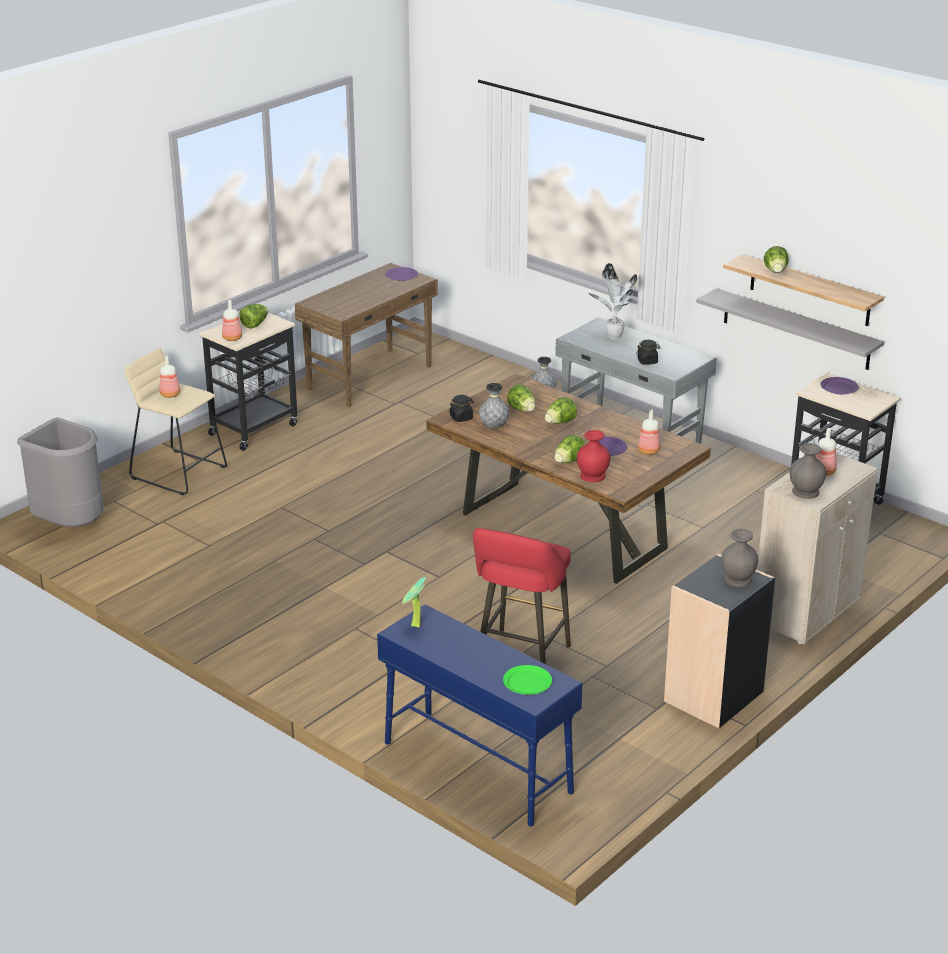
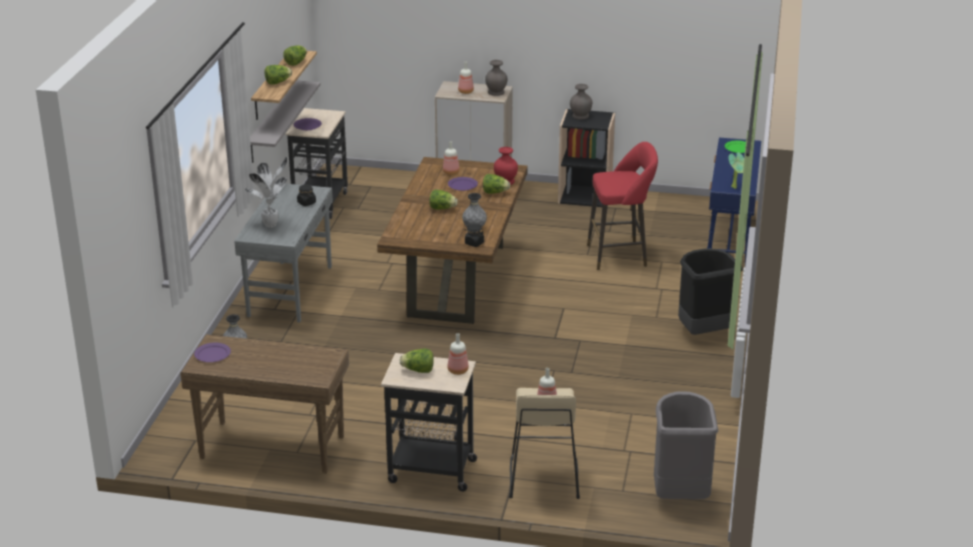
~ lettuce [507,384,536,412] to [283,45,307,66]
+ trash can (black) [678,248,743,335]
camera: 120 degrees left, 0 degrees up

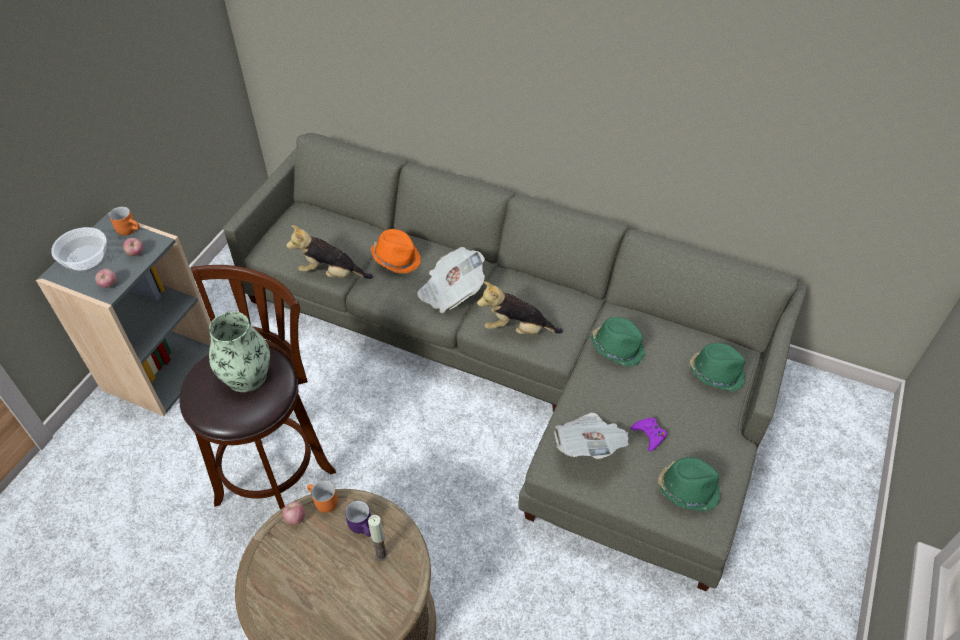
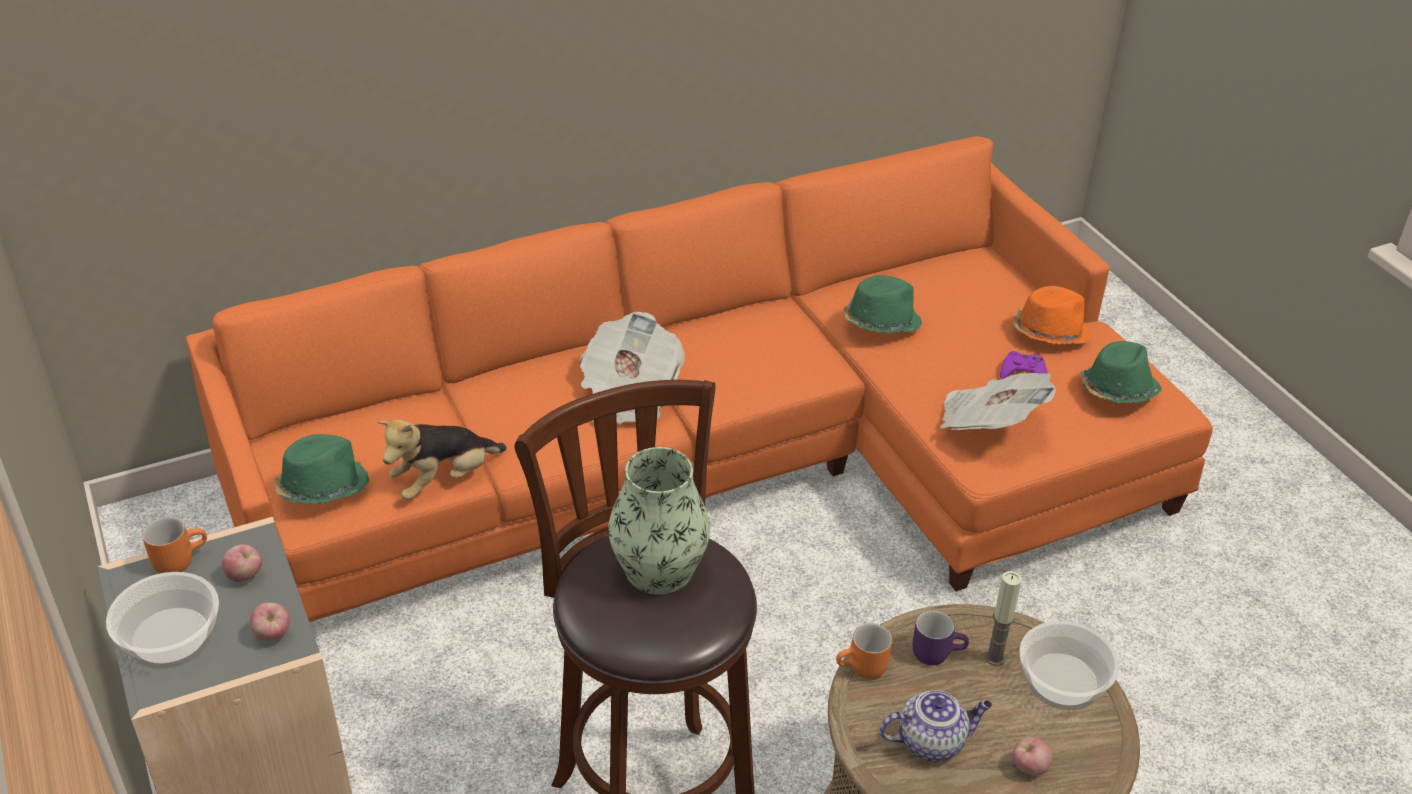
~ sofa (grey) [223,133,807,591] to sofa (orange) [186,136,1213,622]
~ apple [282,502,305,525] to [1013,737,1052,776]
~ hat (orange) [371,229,421,274] to [1013,286,1092,345]
- plush toy [477,281,563,334]
~ hat (green) [689,343,745,391] to [275,434,369,504]
+ teapot [879,690,992,761]
+ bowl [1019,621,1119,710]
camera: 50 degrees left, 10 degrees down

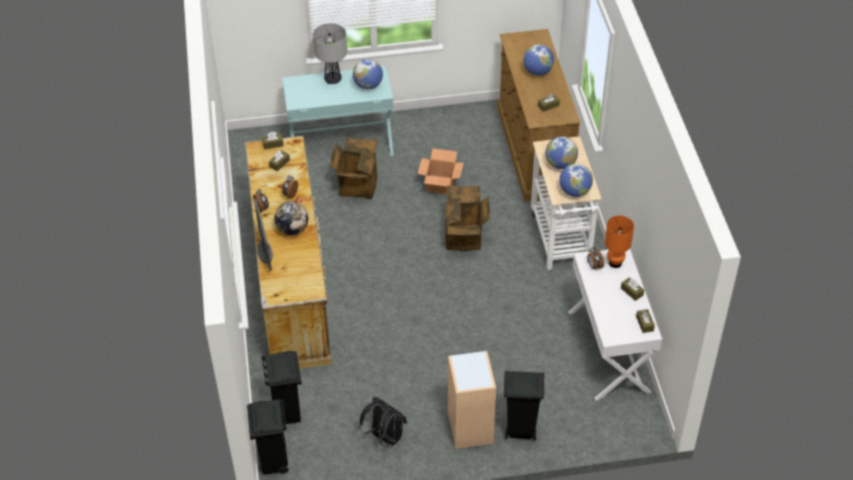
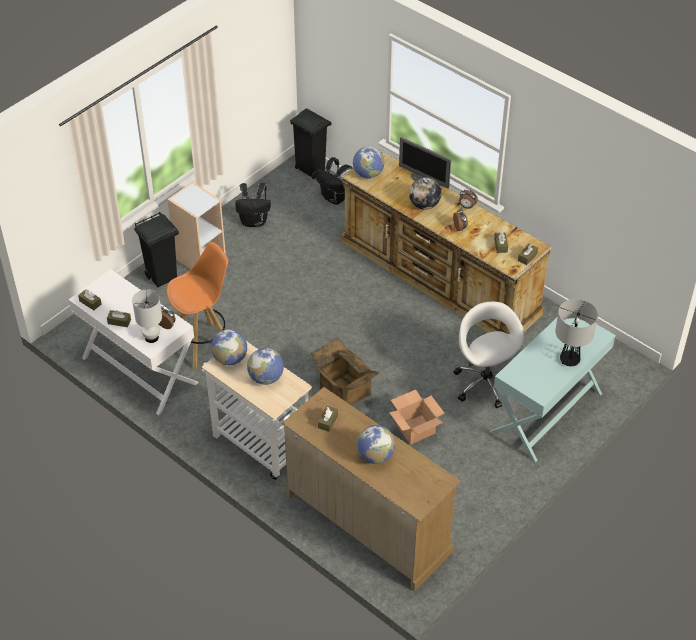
~ trash can (black) [261,351,302,427] to backpack (black) [316,157,353,205]
~ cardboard box [330,137,378,199] to office chair (white) [454,302,524,408]
~ globe [353,59,383,89] to [353,147,384,178]
~ table lamp (orange) [605,216,634,268] to table lamp (white) [132,289,162,343]
+ stool (orange) [167,242,228,370]
camera: 140 degrees right, 0 degrees up

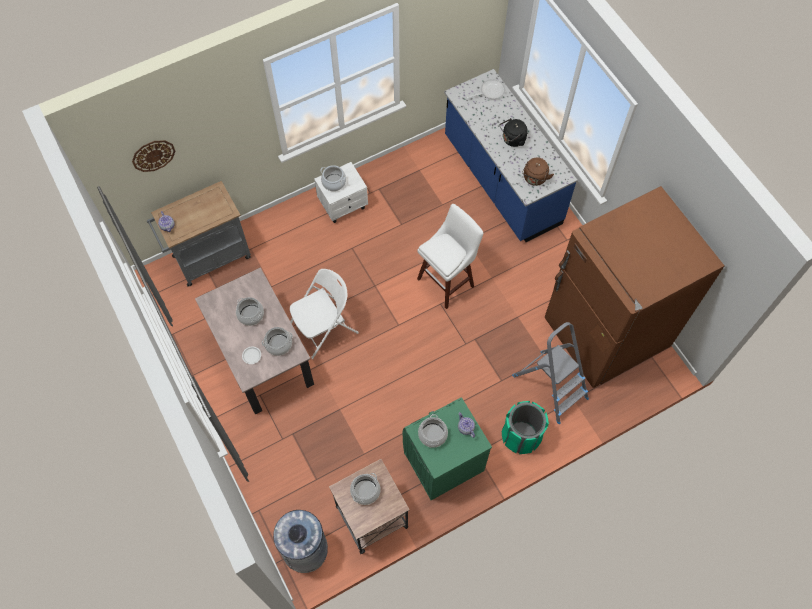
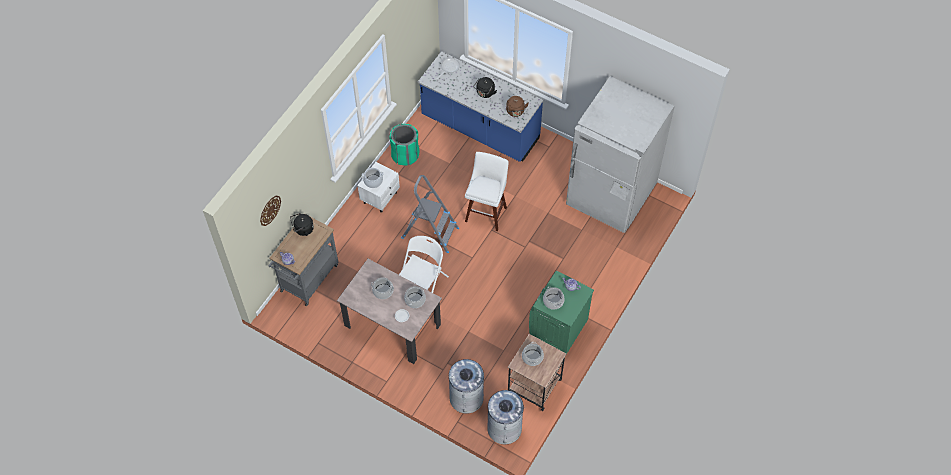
~ trash can (green) [502,401,549,454] to [389,124,419,166]
~ step ladder (grey) [512,322,589,424] to [401,175,459,253]
~ fridge (brown) [545,186,725,388] to fridge (white) [566,76,675,233]
+ kettle (black) [290,213,314,236]
+ trash can (grey) [449,359,484,414]
camera: 30 degrees left, 5 degrees down

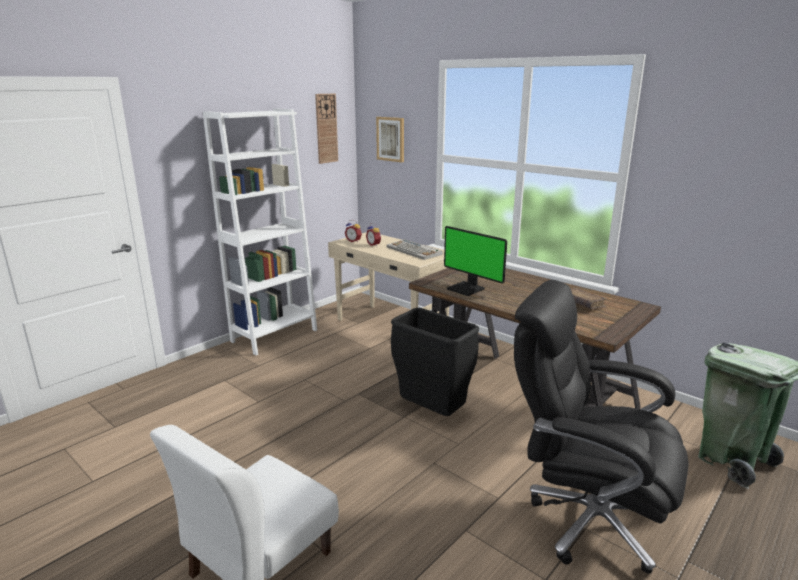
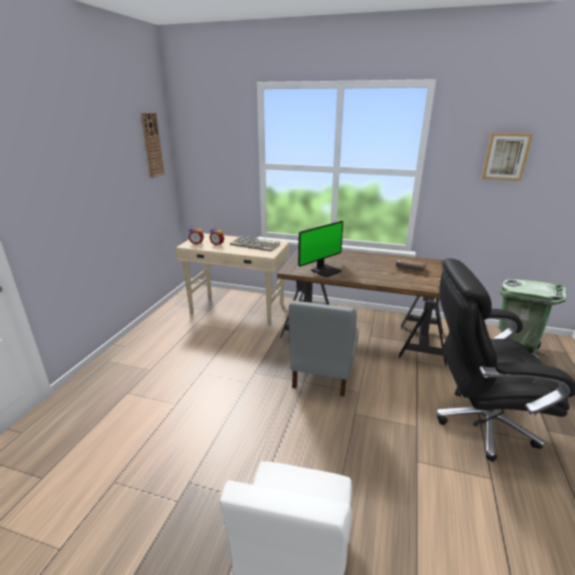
- bookcase (white) [203,108,317,355]
~ picture [376,117,404,162] to [481,133,533,181]
~ trash can (black) [391,308,479,416] to chair (grey) [288,300,358,396]
~ monitor [444,226,507,296] = [298,221,343,277] 60 degrees counterclockwise
camera: 25 degrees left, 5 degrees up

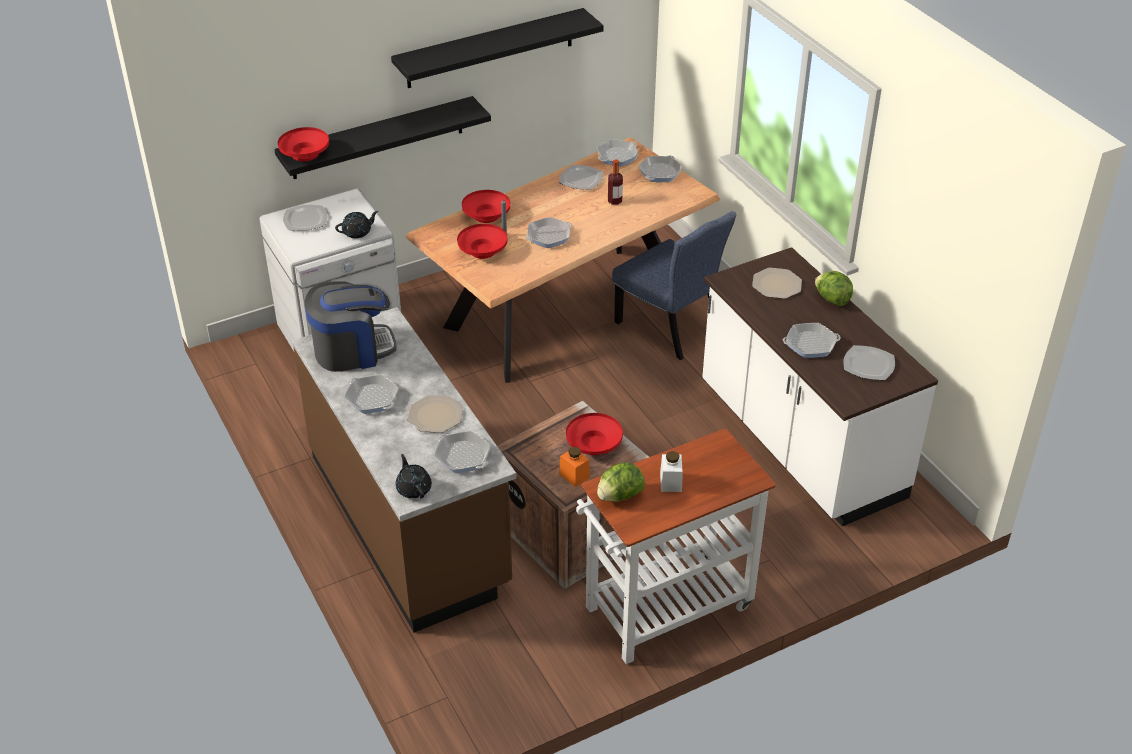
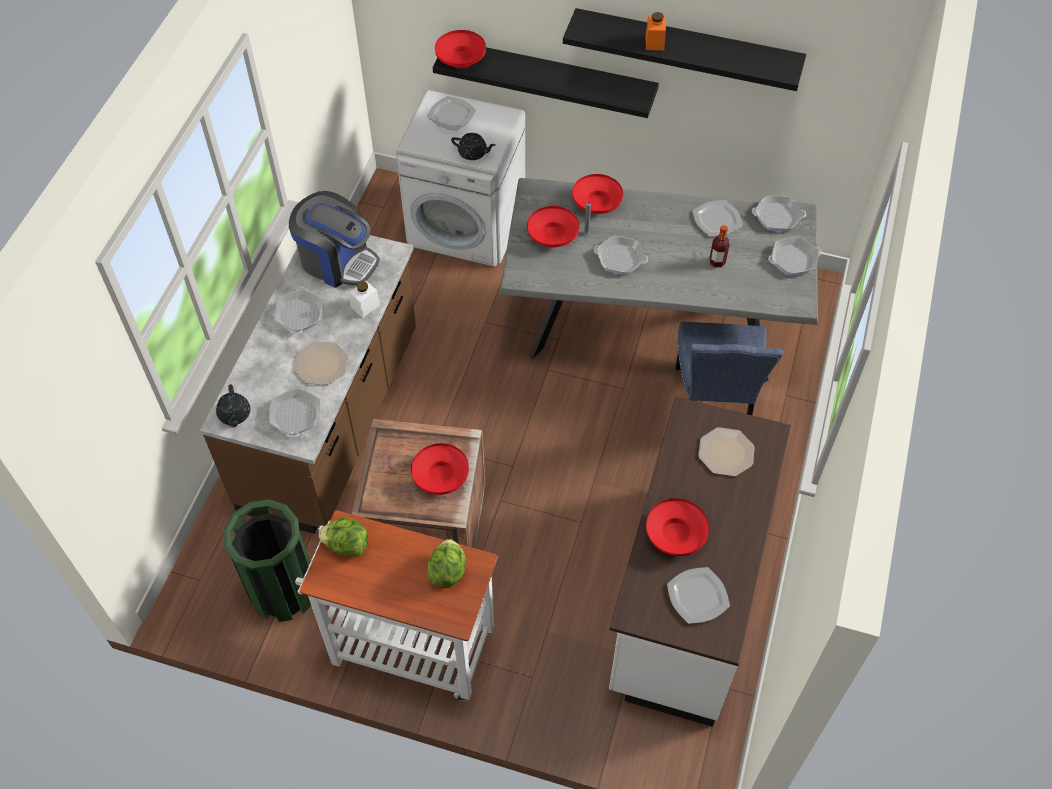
~ teapot (black) [396,454,432,498] = [216,385,250,427] 150 degrees clockwise
~ dining table (brown) [405,137,720,383] to dining table (grey) [499,178,818,382]
~ jar (orange) [559,447,590,487] to [646,12,666,51]
~ jar (white) [660,451,683,492] to [349,281,380,318]
~ frying pan [783,323,841,358] to bowl (red) [646,498,709,556]
~ lettuce [815,271,853,306] to [427,539,467,588]
+ trash can (green) [223,499,311,622]
camera: 45 degrees right, 15 degrees up

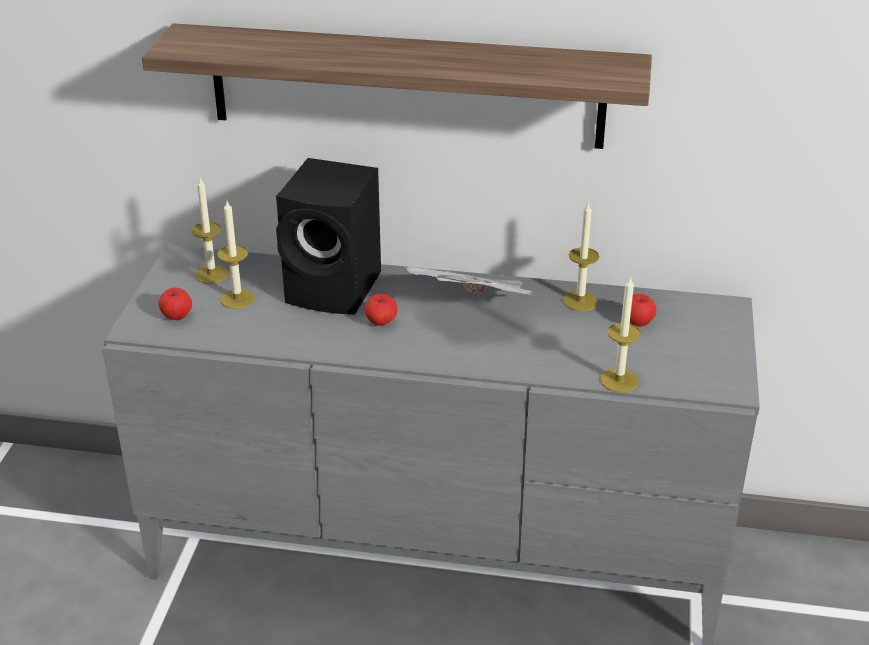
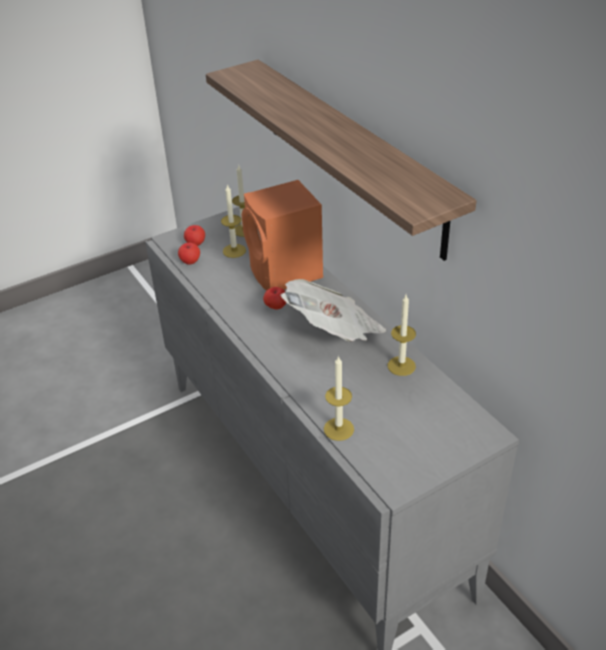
~ speaker (black) [276,158,381,315] to speaker (orange) [242,180,323,291]
~ apple [630,294,656,327] to [178,243,200,265]
camera: 50 degrees right, 5 degrees up

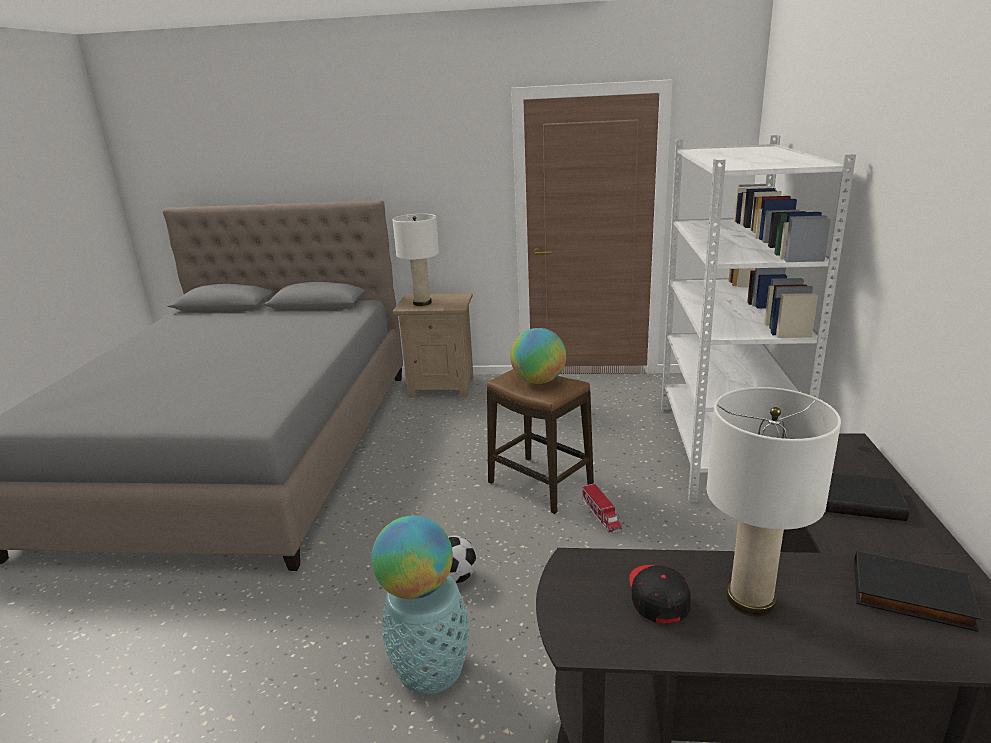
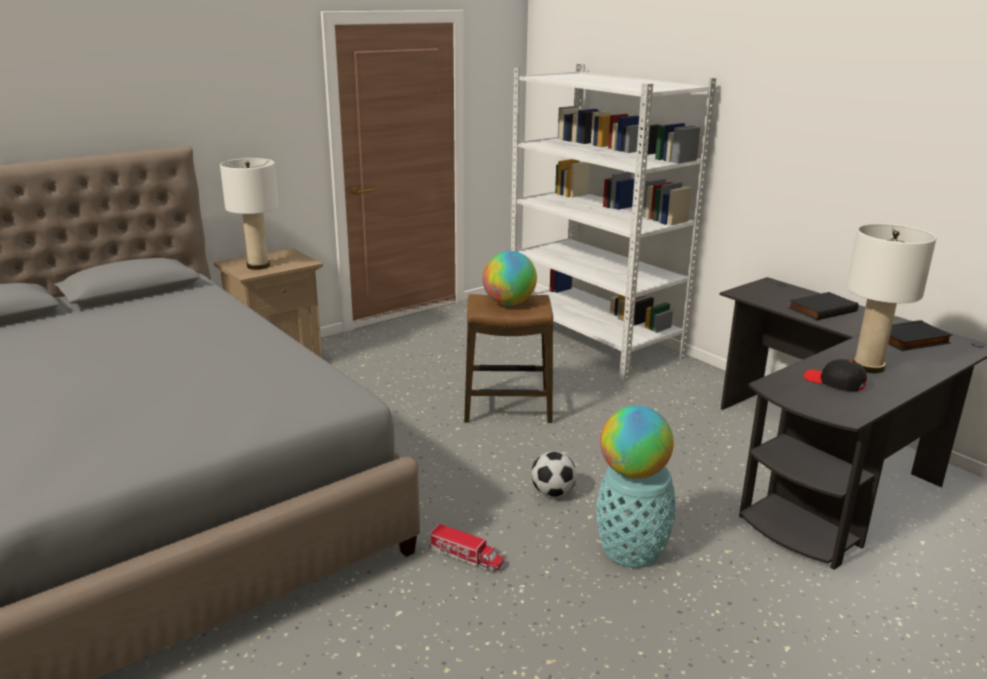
~ toy truck [582,483,622,533] to [429,524,504,572]
camera: 45 degrees left, 0 degrees up

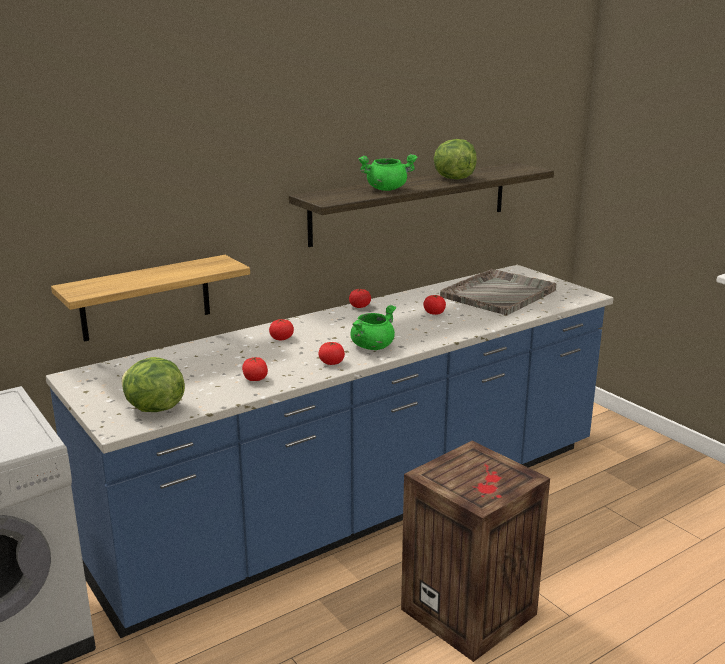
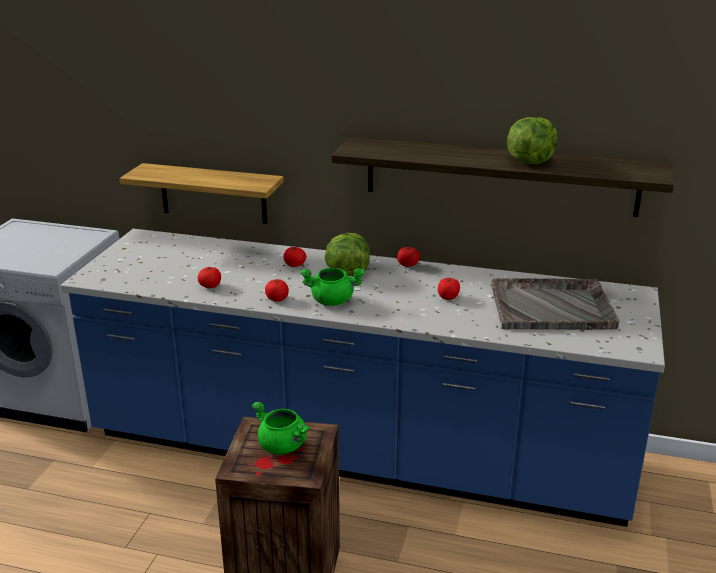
~ lettuce [121,357,185,412] to [325,233,370,276]
~ cooking pot (green) [358,154,417,191] to [251,402,310,454]
camera: 50 degrees right, 5 degrees up

